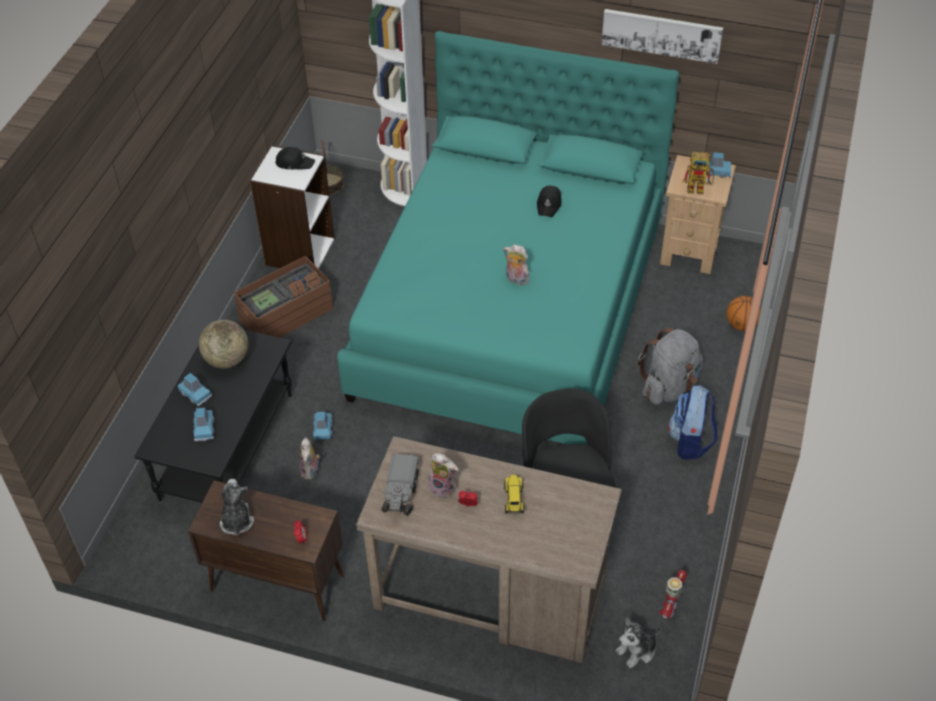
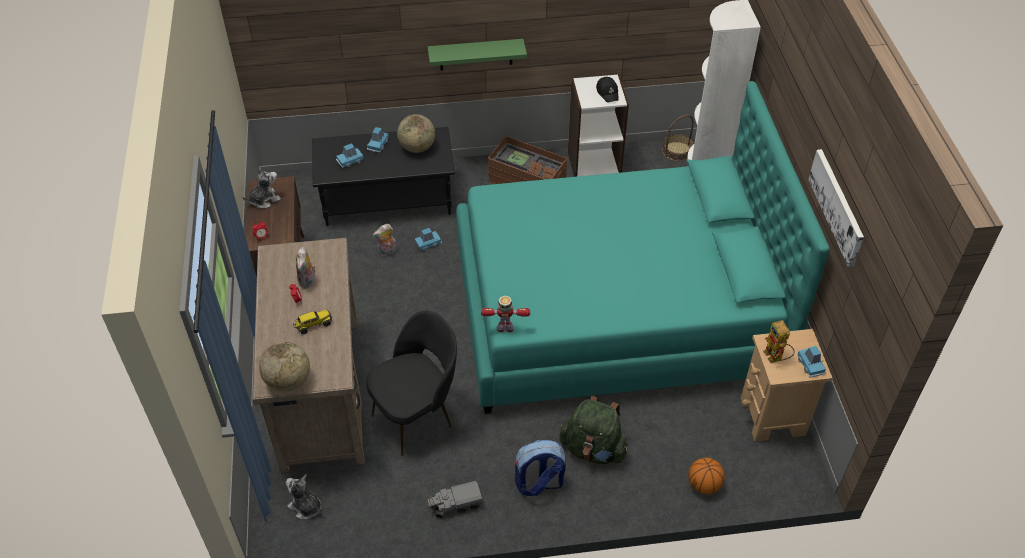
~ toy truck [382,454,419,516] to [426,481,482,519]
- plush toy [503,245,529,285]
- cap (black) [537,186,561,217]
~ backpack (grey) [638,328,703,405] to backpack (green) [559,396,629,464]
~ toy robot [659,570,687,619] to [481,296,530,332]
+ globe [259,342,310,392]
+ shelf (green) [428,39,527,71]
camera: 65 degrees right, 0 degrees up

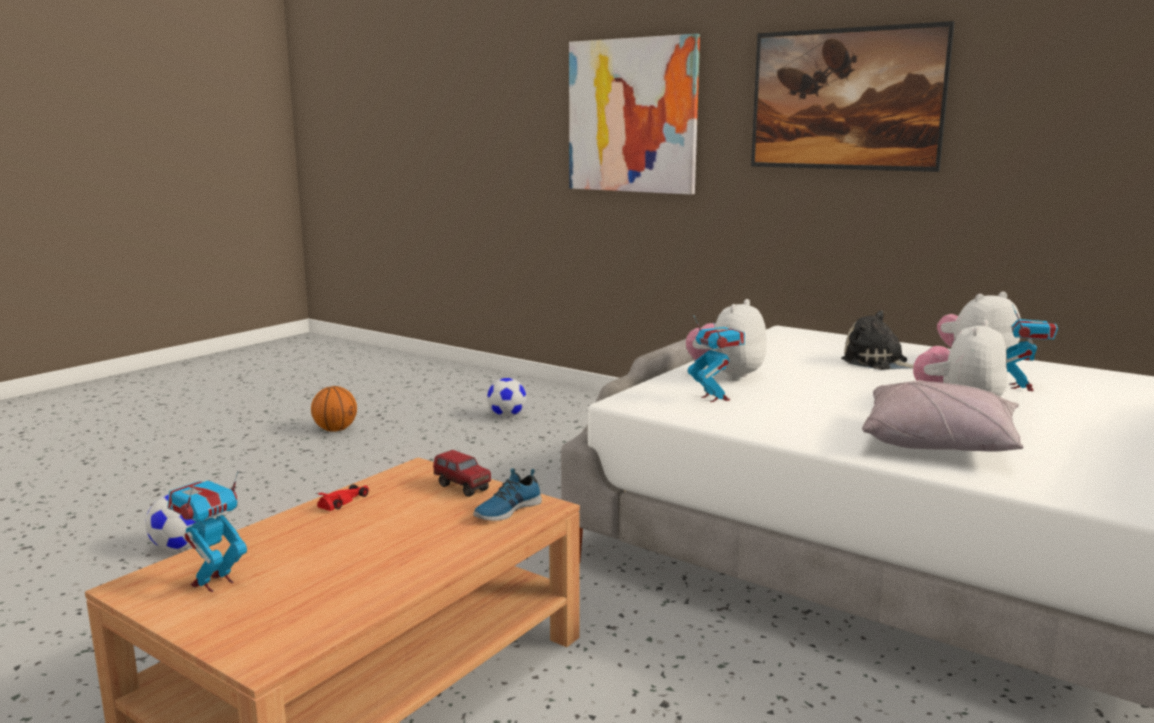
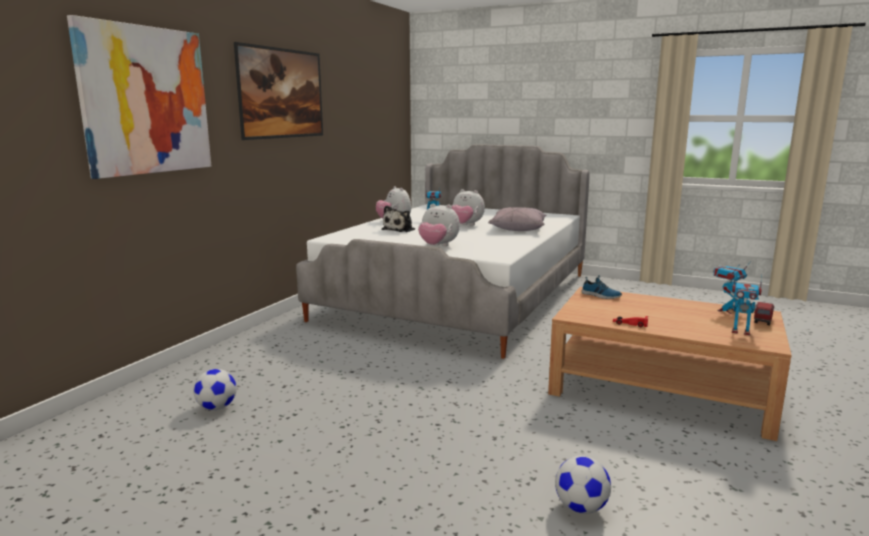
- basketball [311,386,357,432]
~ toy truck [433,450,491,497] to [754,302,774,325]
~ toy robot [688,315,745,402] to [713,261,751,314]
camera: 100 degrees left, 0 degrees up

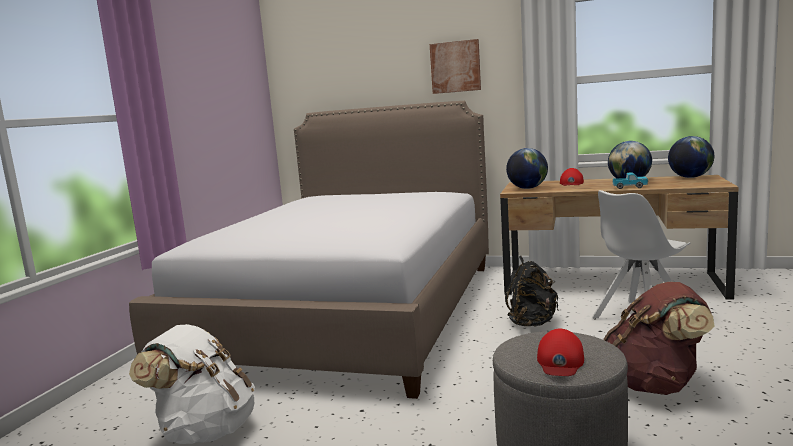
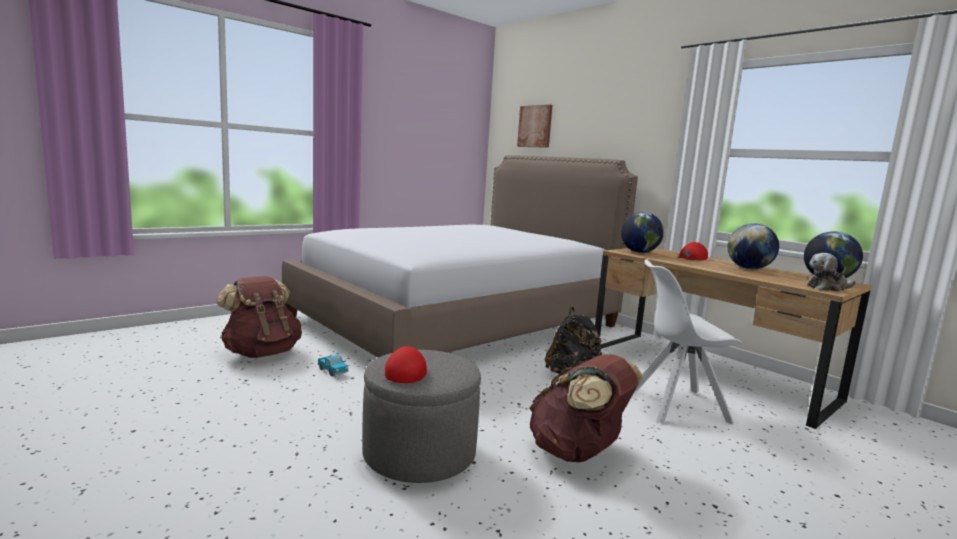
~ backpack (white) [129,324,255,444] to backpack (brown) [216,276,302,358]
~ picture [430,39,481,94] to [517,105,552,148]
~ cap (red) [537,329,584,376] = [385,346,427,383] 135 degrees clockwise
~ toy truck [612,172,649,189] to [318,355,349,376]
+ plush toy [807,253,856,291]
camera: 30 degrees right, 0 degrees up

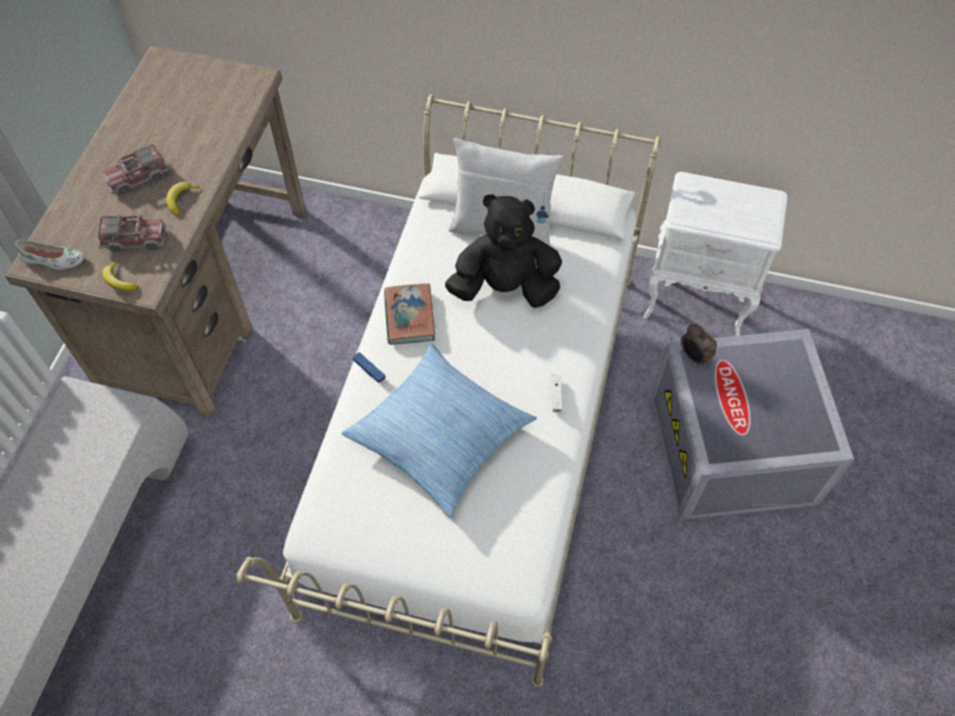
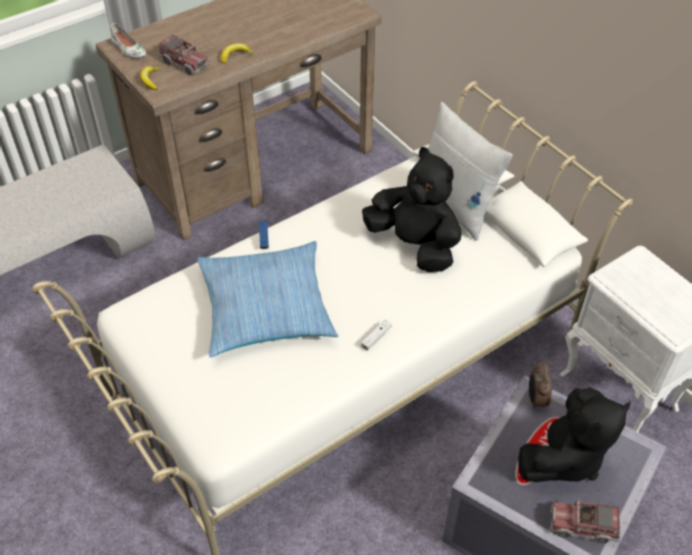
~ toy truck [103,144,170,195] to [550,500,620,544]
- book [384,283,435,345]
+ plush toy (black) [518,388,631,482]
camera: 40 degrees right, 10 degrees down

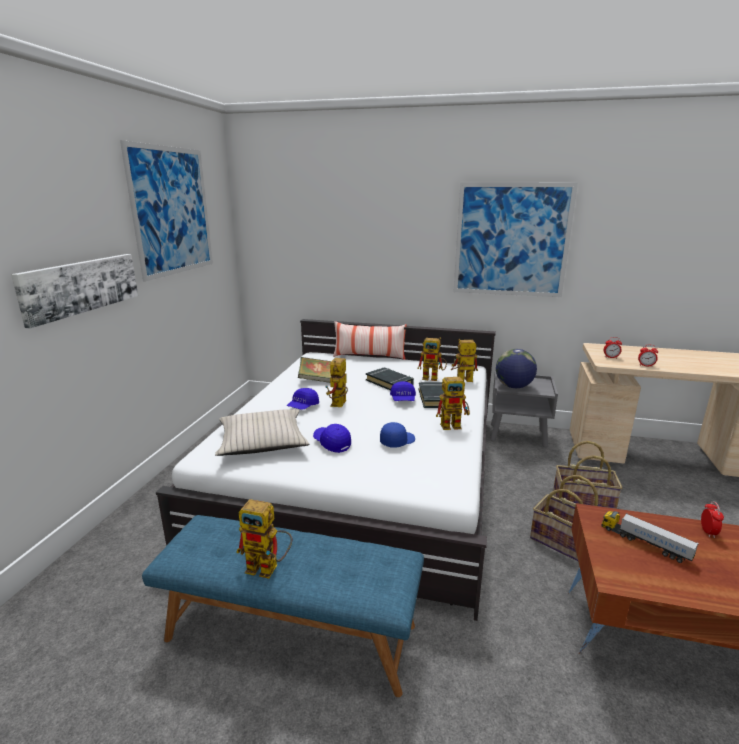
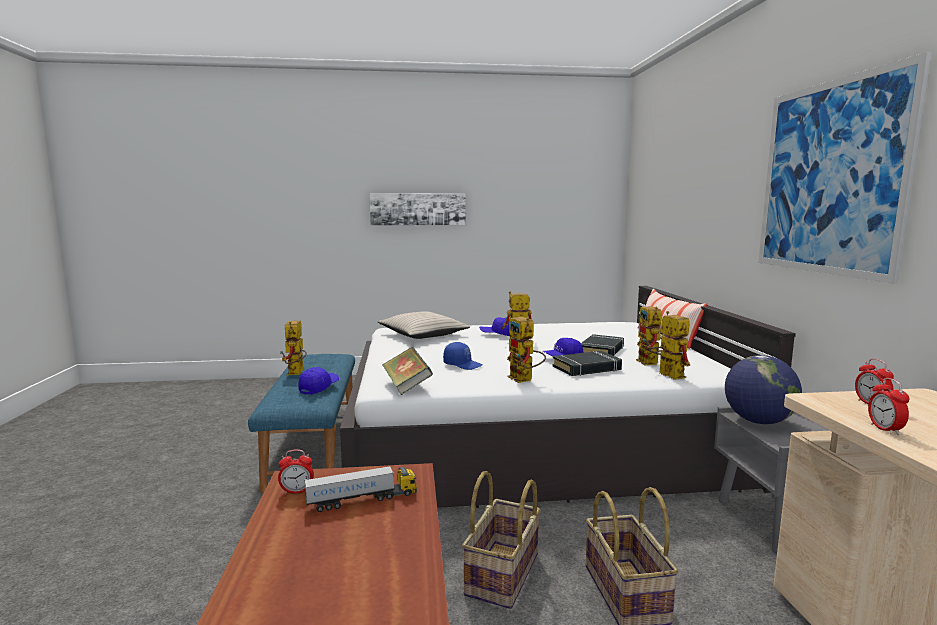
- picture [120,140,213,282]
~ book [298,357,331,383] to [382,347,433,395]
~ cap (blue) [313,424,351,453] to [298,367,339,395]
~ toy truck [601,511,699,563] = [304,466,417,512] 45 degrees clockwise
~ alarm clock [701,501,724,538] to [278,450,314,494]
camera: 70 degrees right, 10 degrees down

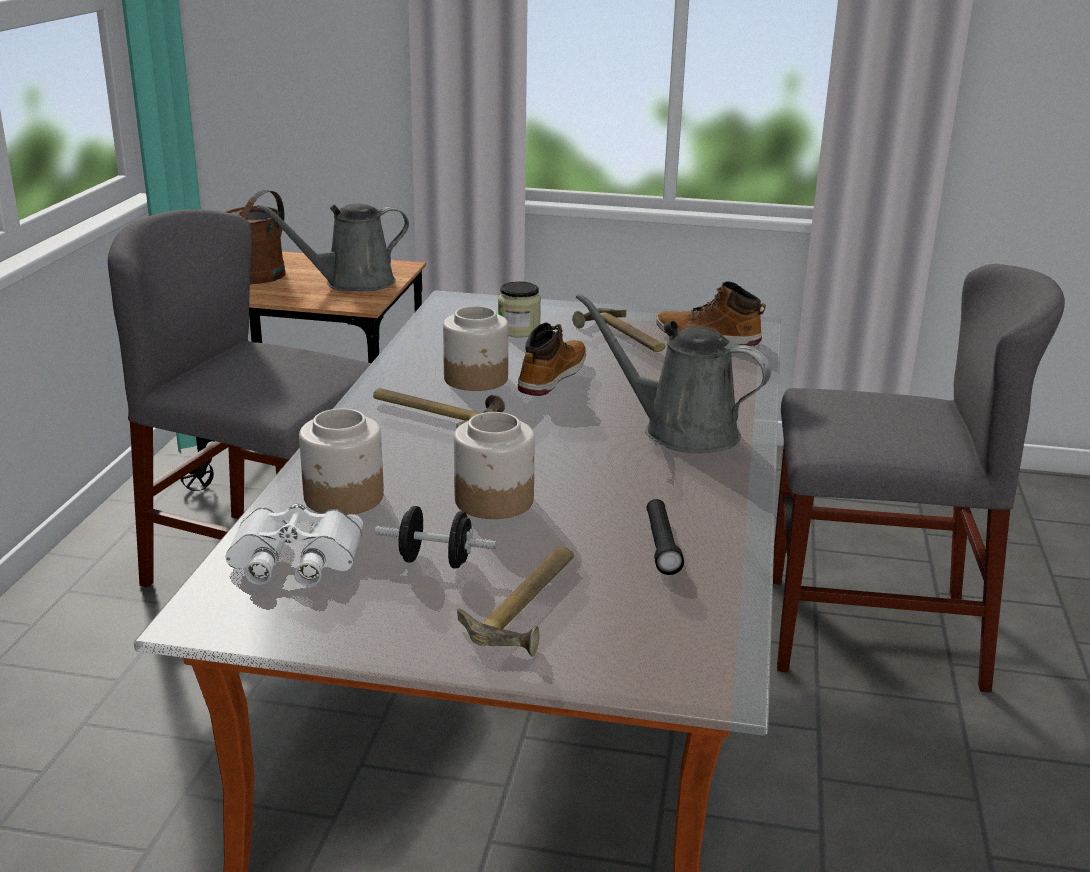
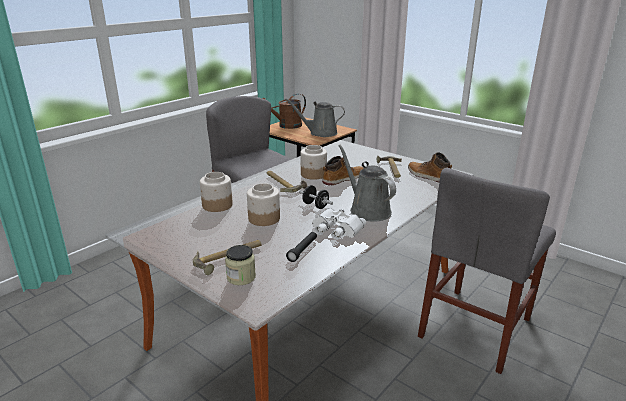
~ binoculars (white) [226,504,363,586] to [312,208,366,240]
~ dumbbell (black) [375,506,496,569] to [299,185,333,209]
~ jar [498,281,541,338] to [225,245,256,285]
~ chair (grey) [773,264,1065,693] = [418,168,556,374] 90 degrees clockwise
camera: 30 degrees right, 0 degrees up

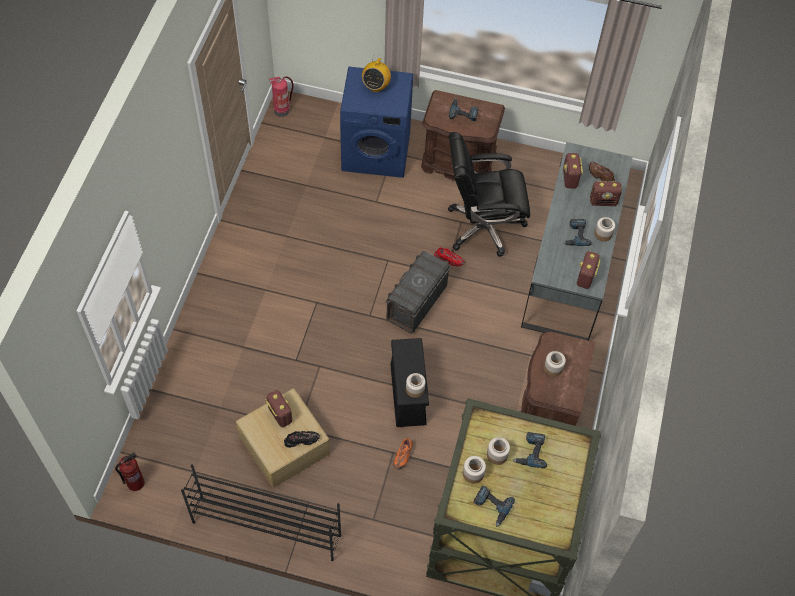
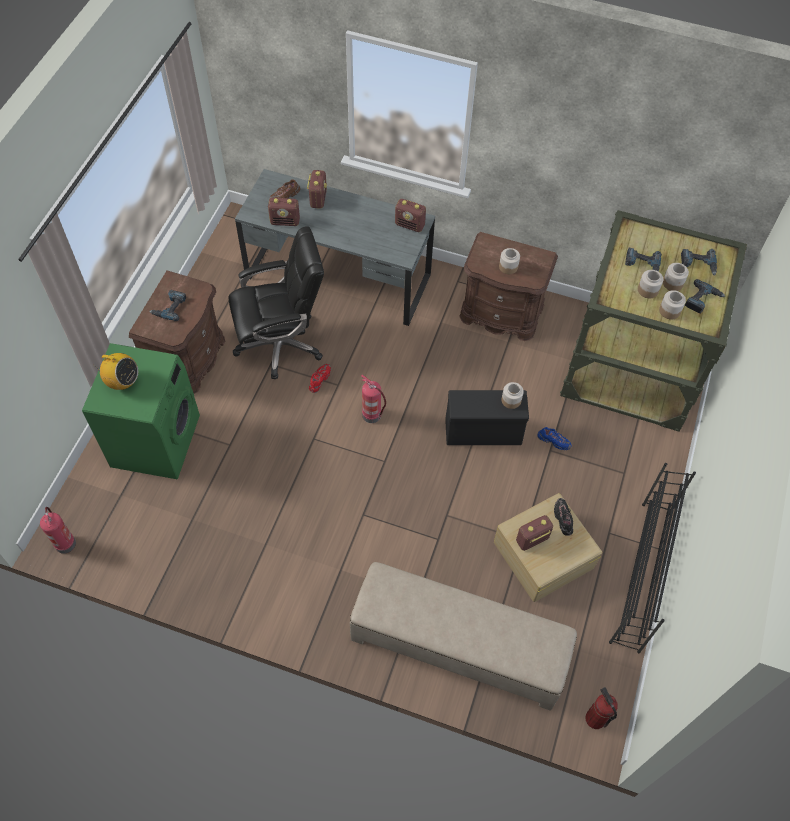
~ washing machine (blue) [340,67,413,178] to washing machine (green) [82,343,200,479]
~ storage box (grey) [385,251,451,334] to fire extinguisher [361,375,386,423]
~ shoe (orange) [393,438,413,470] to shoe (blue) [537,427,572,450]
~ office chair (black) [448,132,530,257] = [228,226,324,379] 105 degrees counterclockwise
~ power drill [562,219,592,246] to [681,249,717,276]
~ jar [594,217,615,242] to [663,263,689,291]
+ bench (beige) [350,562,577,710]
camera: 85 degrees left, 0 degrees up

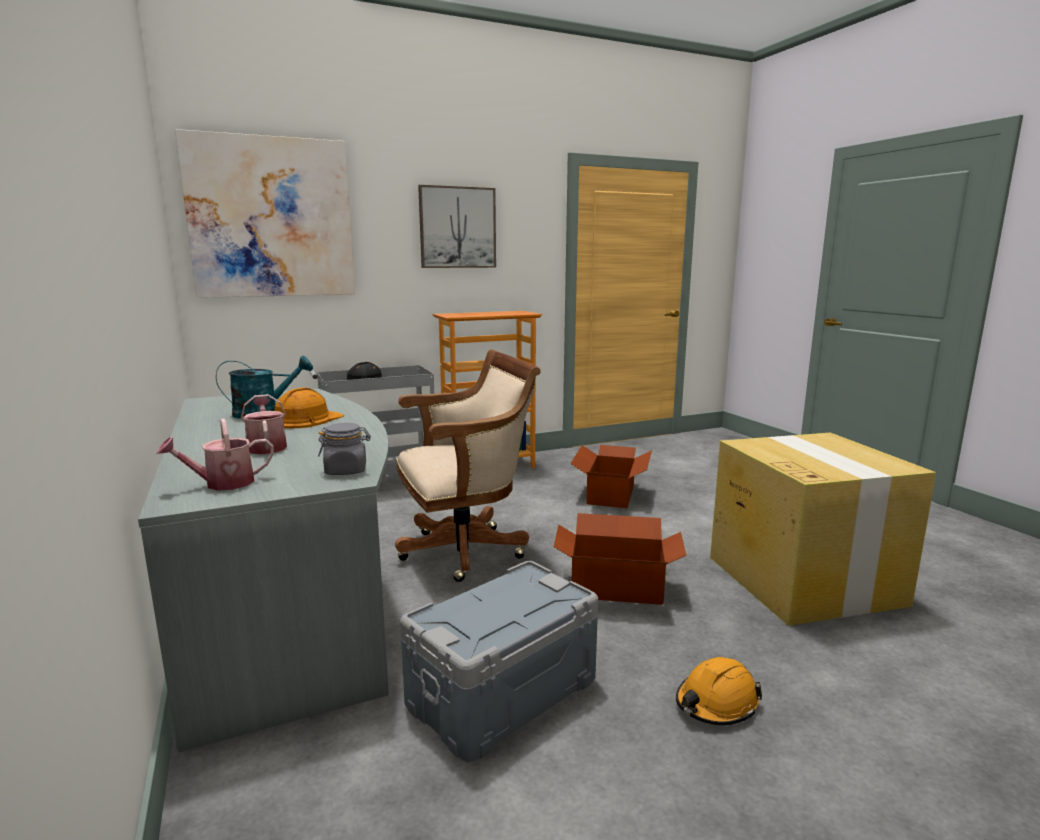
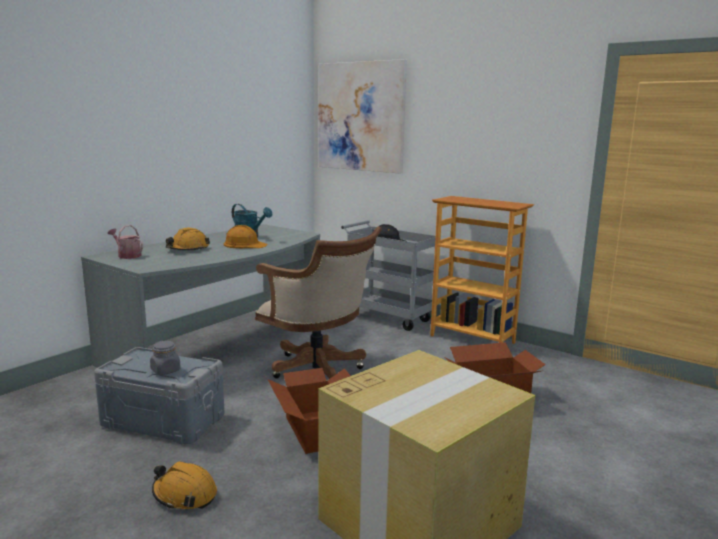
~ watering can [241,394,287,454] to hard hat (orange) [166,228,210,250]
~ jar (grey) [318,423,371,475] to [150,341,181,375]
- picture [418,185,496,268]
camera: 60 degrees right, 0 degrees up

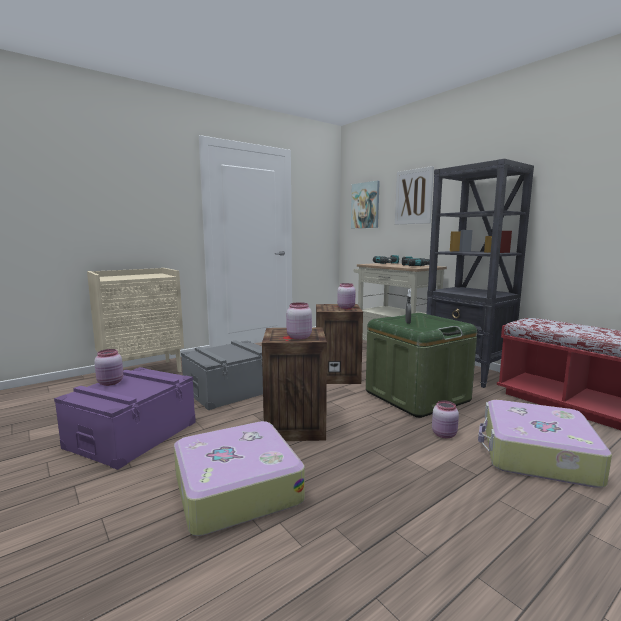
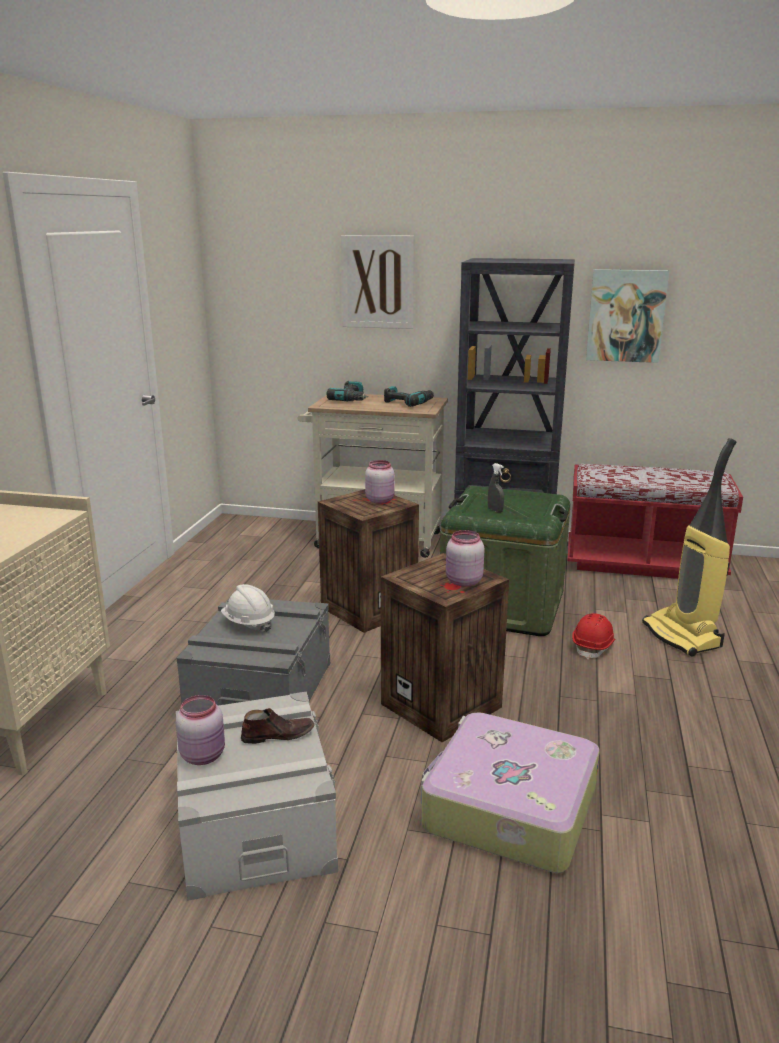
~ storage box (purple) [54,367,196,470] to storage box (grey) [176,692,338,901]
~ picture [351,181,380,228] to [586,269,669,363]
~ jar (pink) [432,400,459,438] to hard hat (red) [572,613,615,660]
~ suitcase [478,400,612,488] to vacuum cleaner [642,438,737,657]
+ hard hat (white) [221,584,275,632]
+ shoe (brown) [241,708,315,744]
camera: 40 degrees left, 10 degrees up

